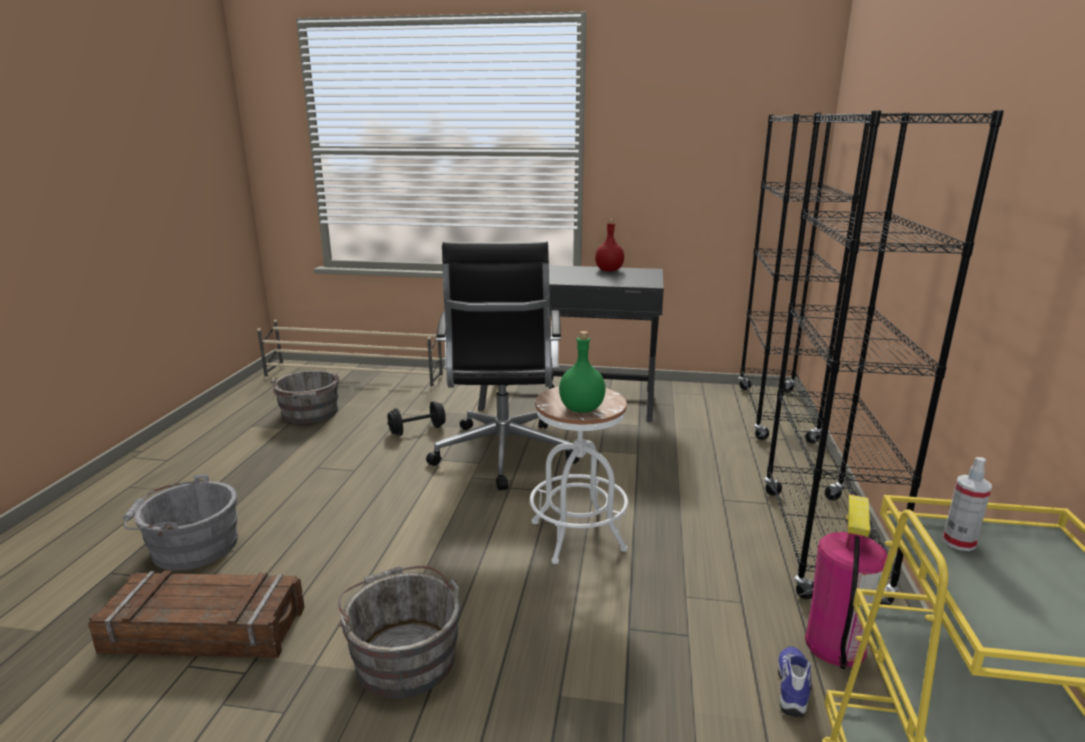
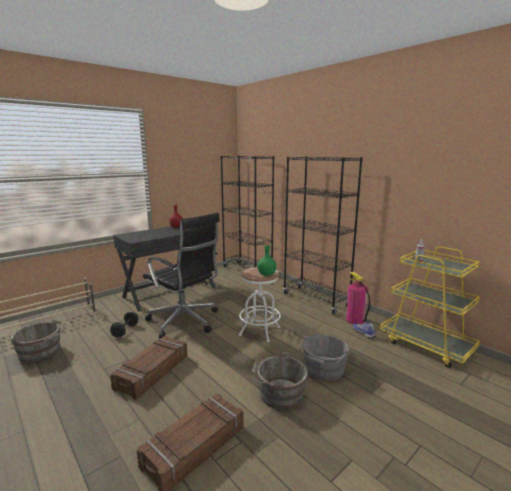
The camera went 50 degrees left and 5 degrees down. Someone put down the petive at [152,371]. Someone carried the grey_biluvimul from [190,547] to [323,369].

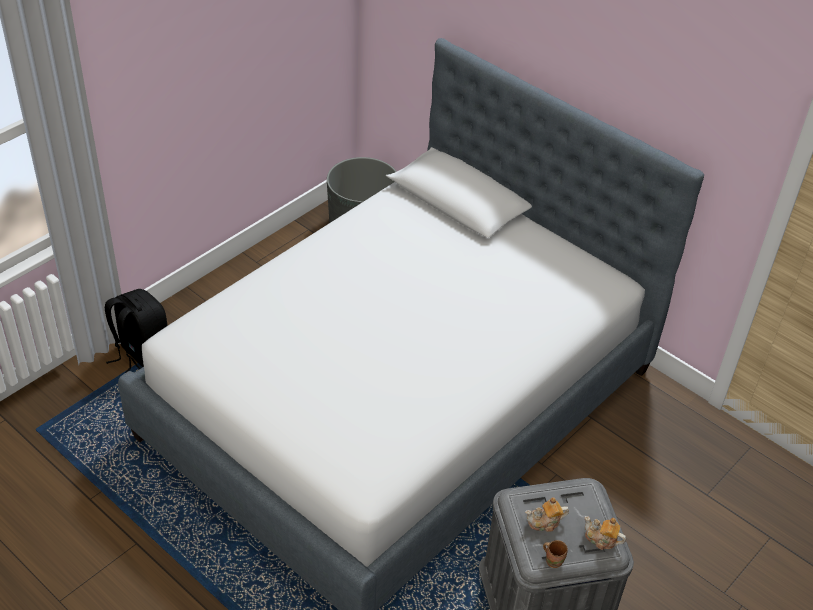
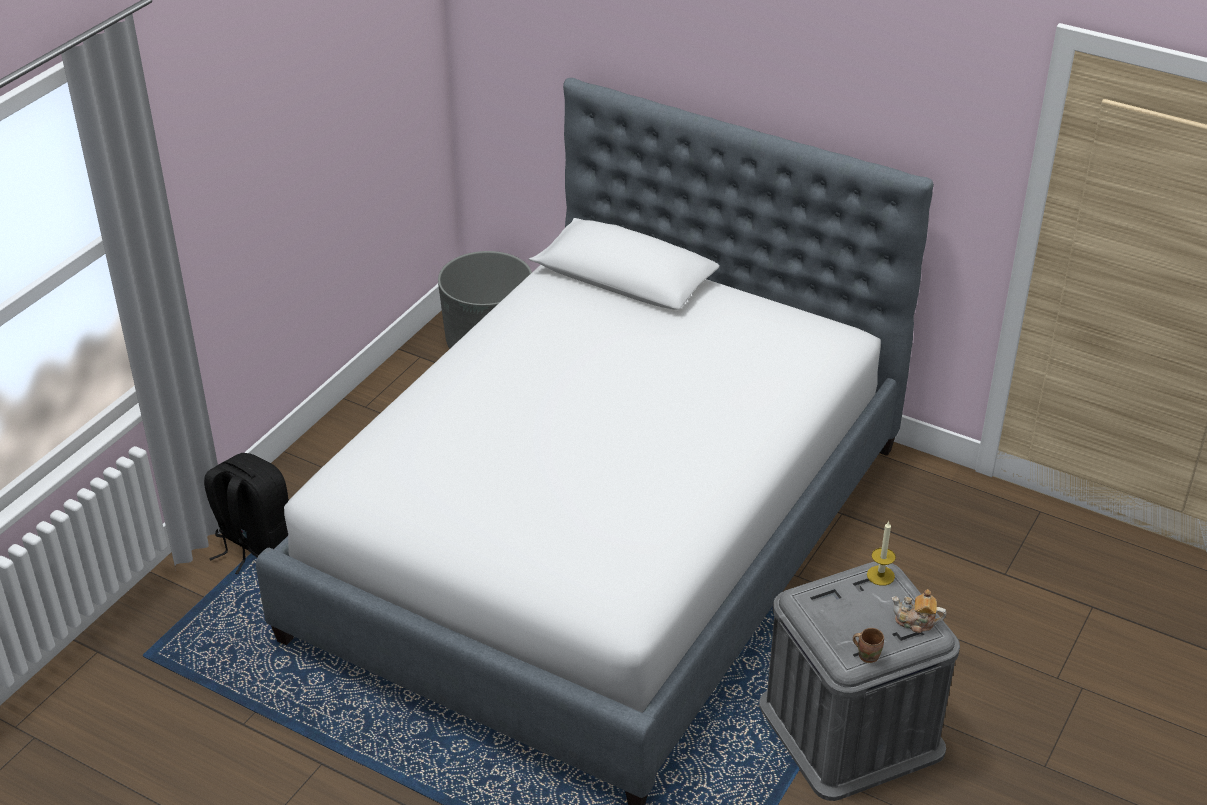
The camera went 10 degrees left and 5 degrees down. Someone took away the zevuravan at [545,522]. Someone put down the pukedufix at [880,575].

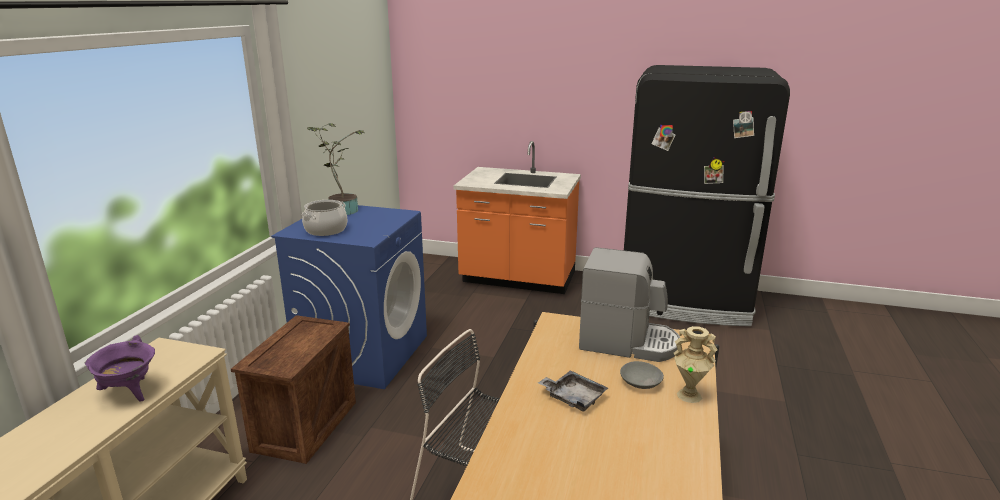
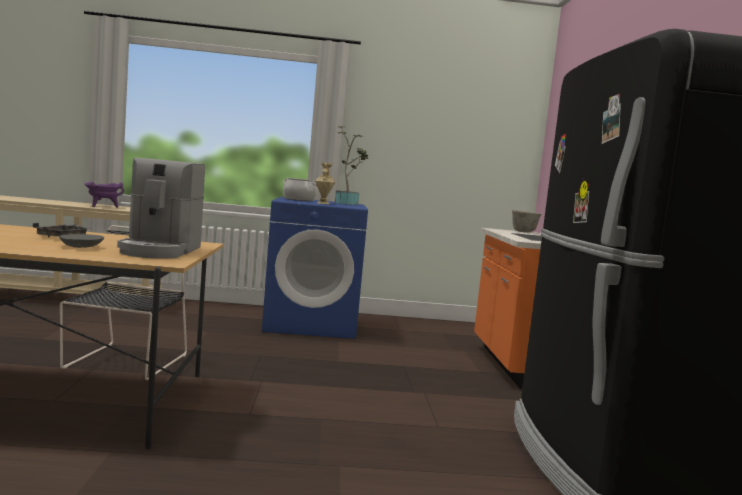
The camera went 70 degrees right and 15 degrees down. Someone took away the petive at [305,425]. Someone put down the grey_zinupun at [524,232]. Someone carried the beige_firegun from [689,395] to [323,203].

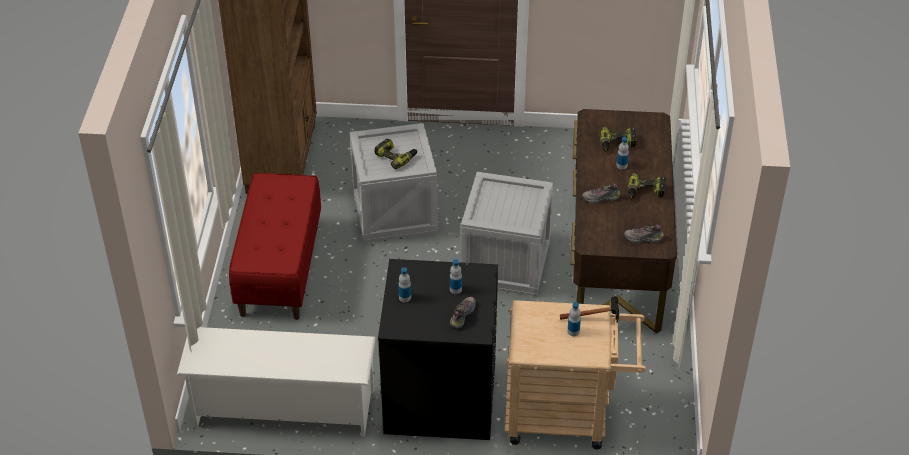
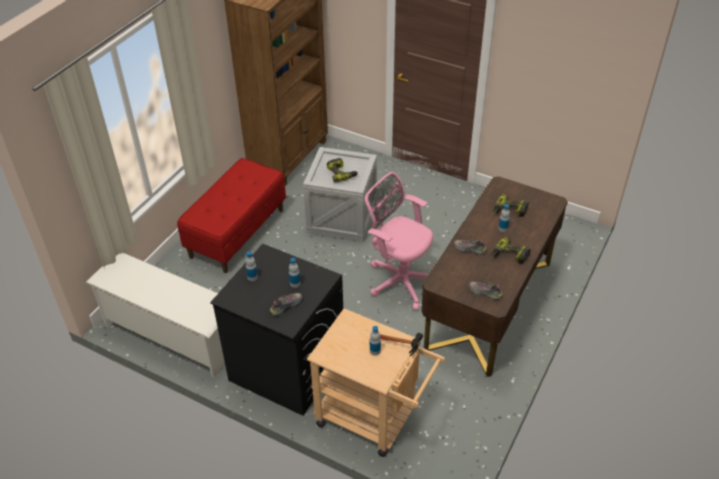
The camera went 25 degrees right and 0 degrees up. Someone swapped the petive at [505,262] for the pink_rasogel at [399,280].

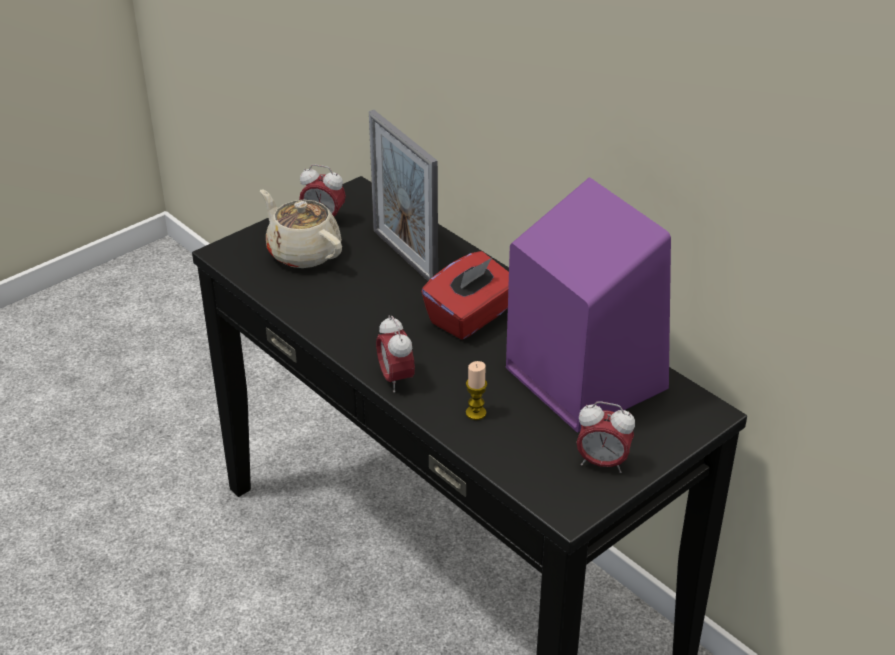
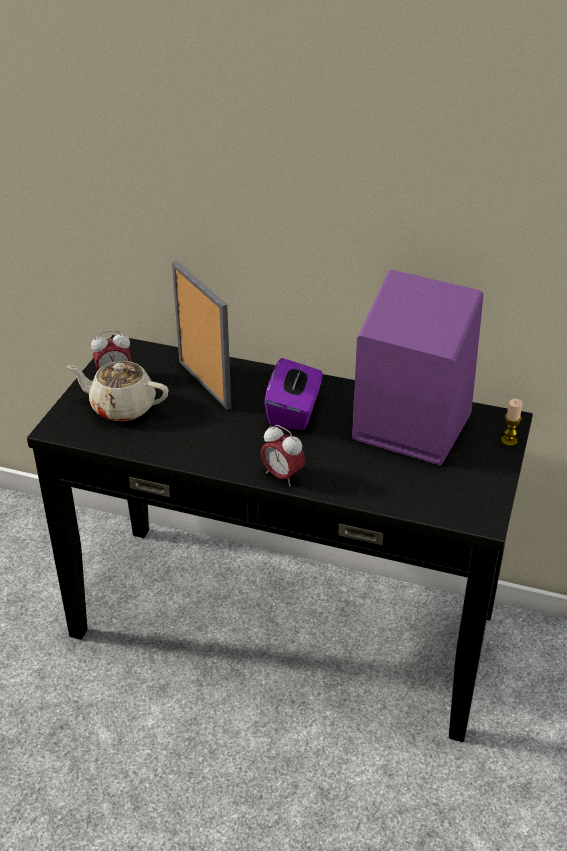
The camera went 30 degrees left and 0 degrees up. Someone took away the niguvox at [602,463]. Someone carried the pukedufix from [476,413] to [509,441]. Someone repainted the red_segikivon at [470,317], which became the purple_segikivon at [294,412]. Someone rotated the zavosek at [404,256] by 150 degrees counterclockwise.

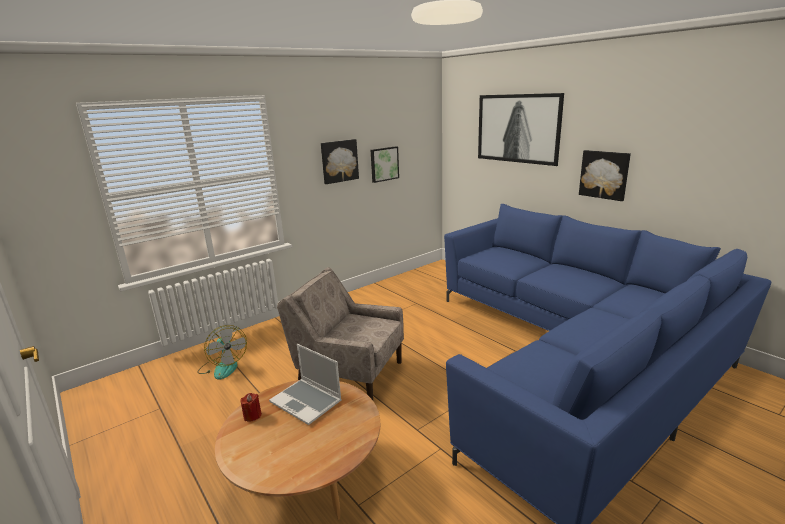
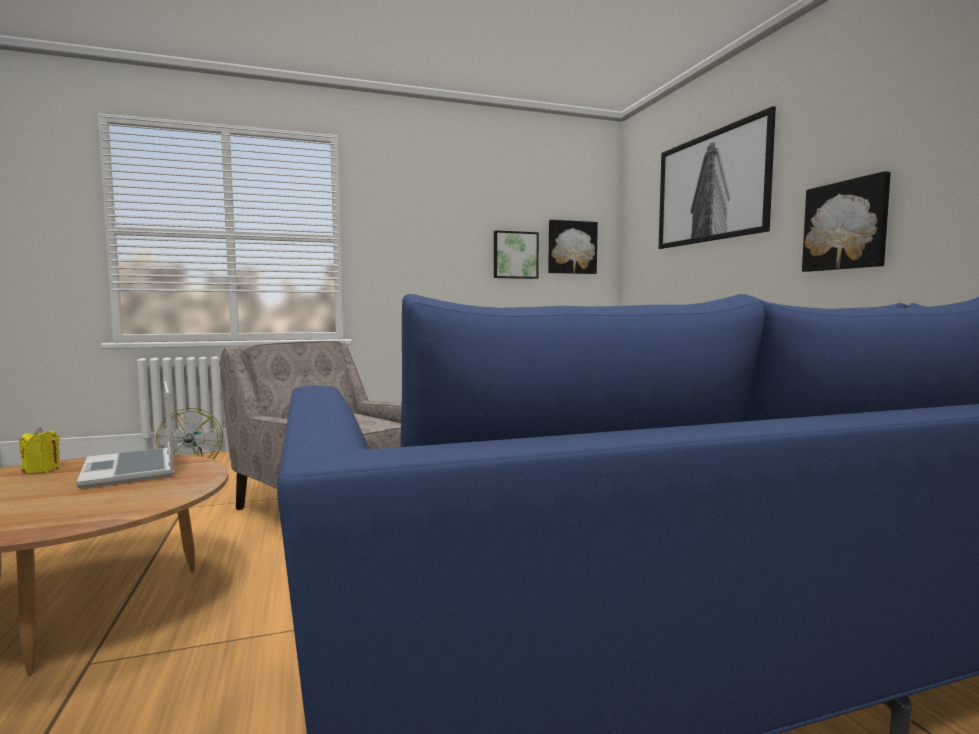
The camera went 20 degrees right and 15 degrees down. Someone carried the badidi from [339,161] to [571,247]. Someone repainted the red_pukedufix at [252,415], which became the yellow_pukedufix at [41,469].

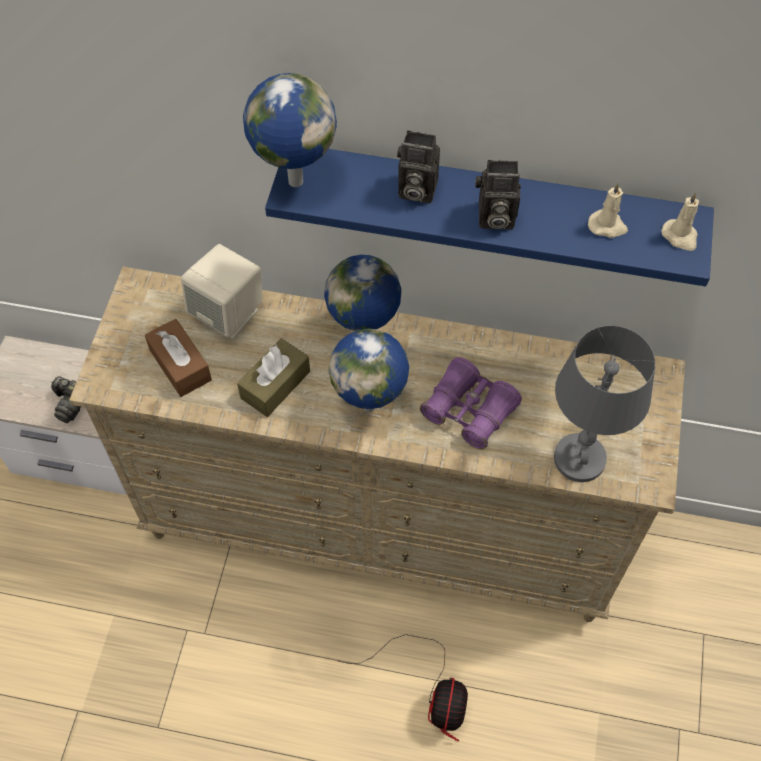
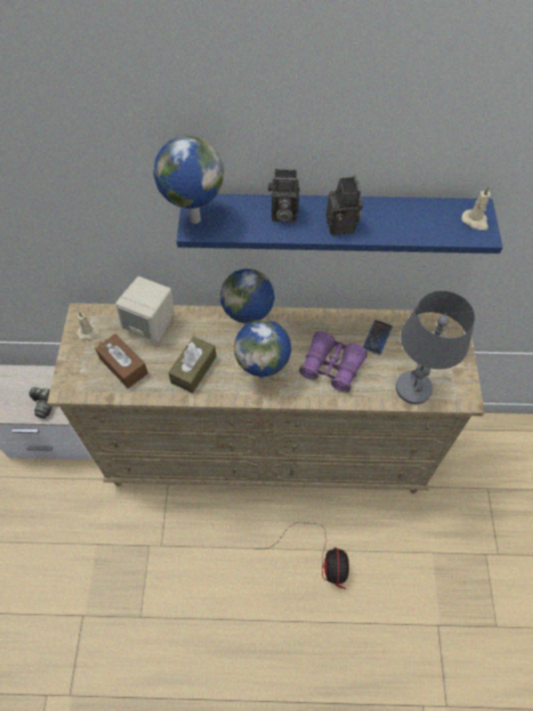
The camera went 10 degrees left and 0 degrees up. Someone put down the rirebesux at [377,337]. Someone carried the beige_pukedufix from [607,226] to [89,332]. Someone rotated the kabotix at [493,218] by 90 degrees counterclockwise.

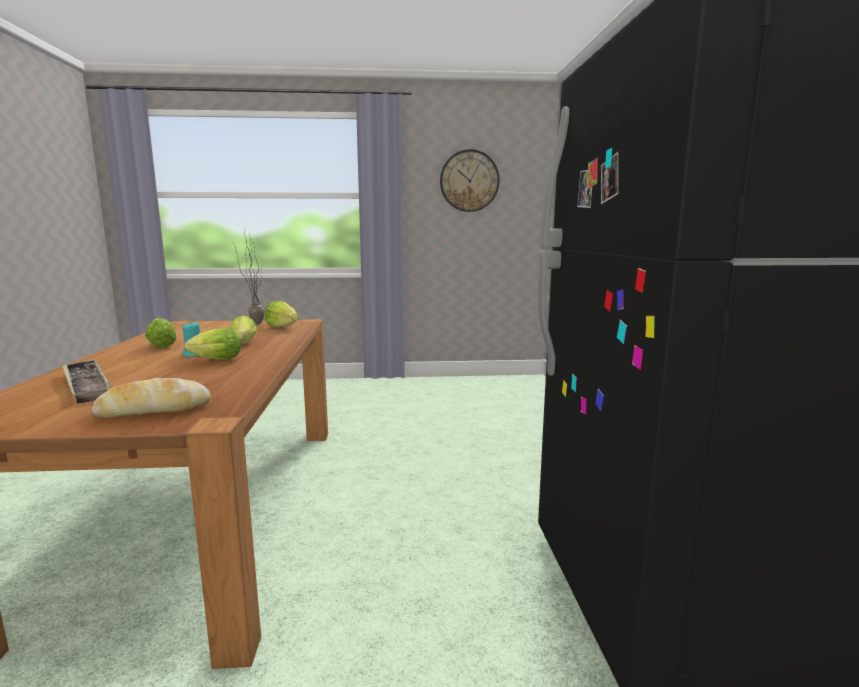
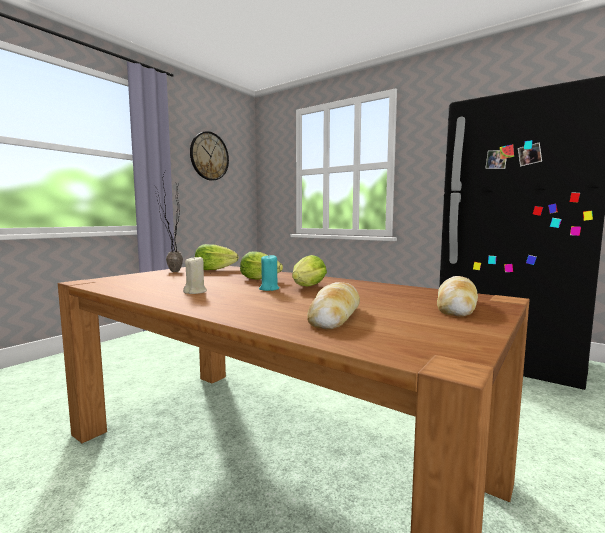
The camera went 50 degrees left and 5 degrees down. Someone swapped the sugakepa at [86,386] for the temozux at [334,315]. Someone swapped the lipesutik at [162,345] for the beige_pukedufix at [195,292].

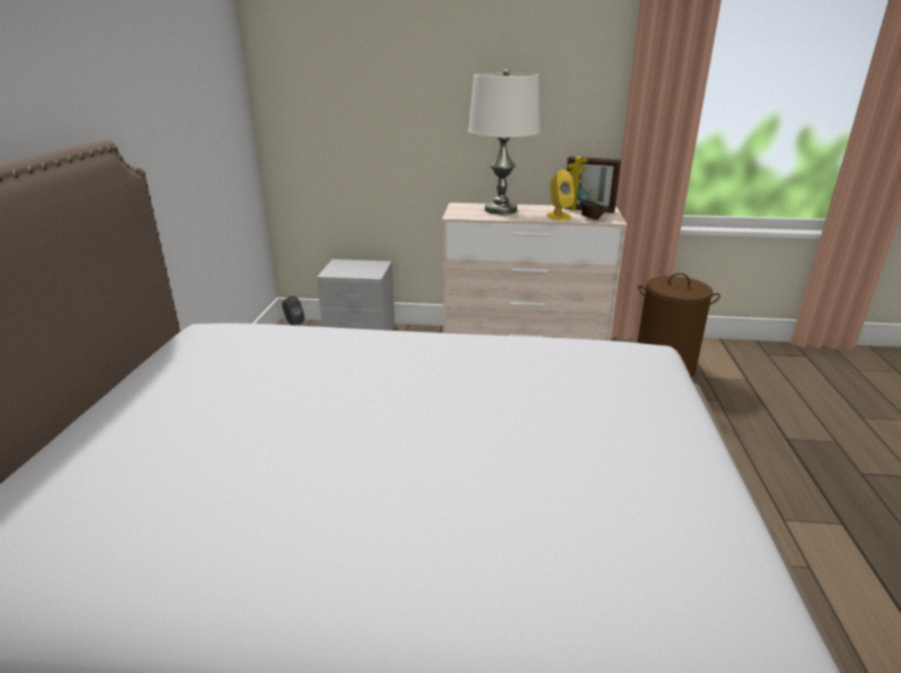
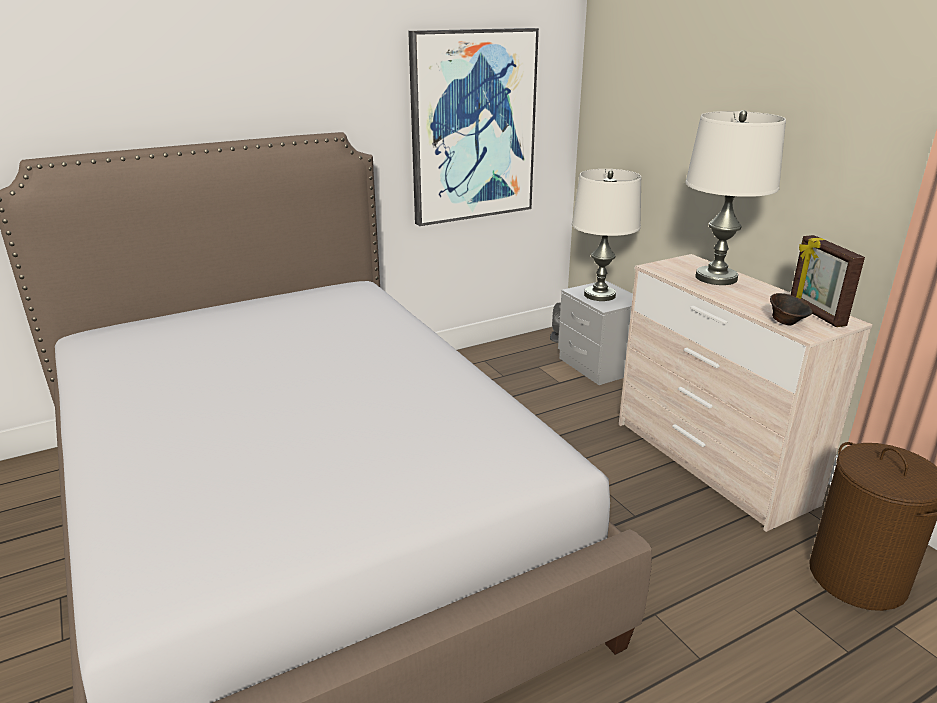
The camera went 55 degrees right and 0 degrees up. Someone took away the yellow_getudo at [558,216]. Someone put up the badidi at [472,127]. Someone put down the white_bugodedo at [599,295].

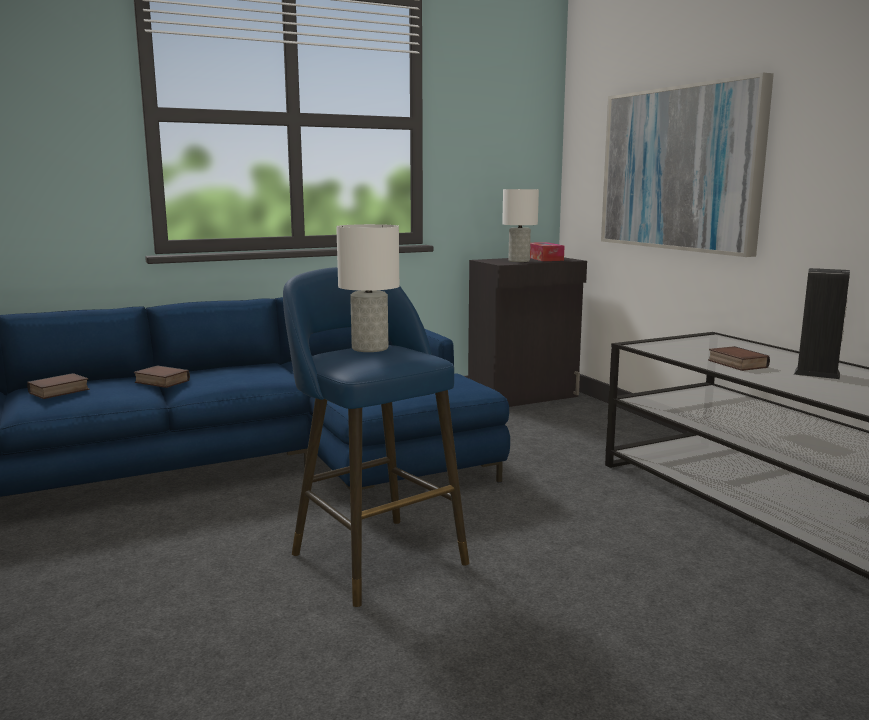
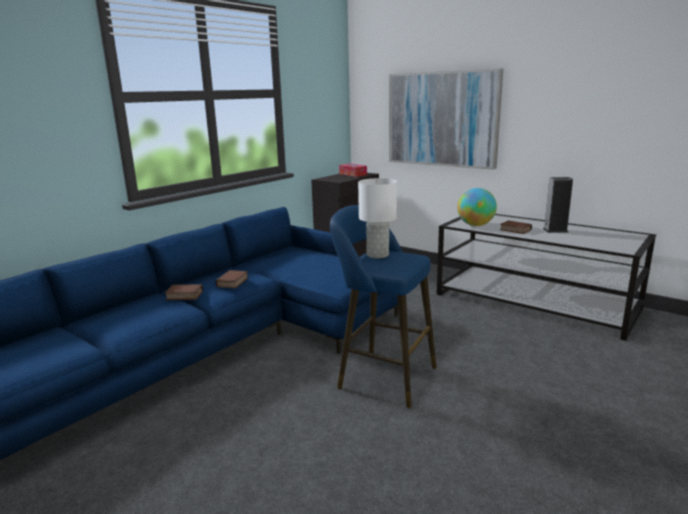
The camera went 25 degrees left and 5 degrees up. Someone took away the white_bugodedo at [519,261]. Someone put down the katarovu at [475,225]. Someone carried the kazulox from [59,391] to [233,282].

